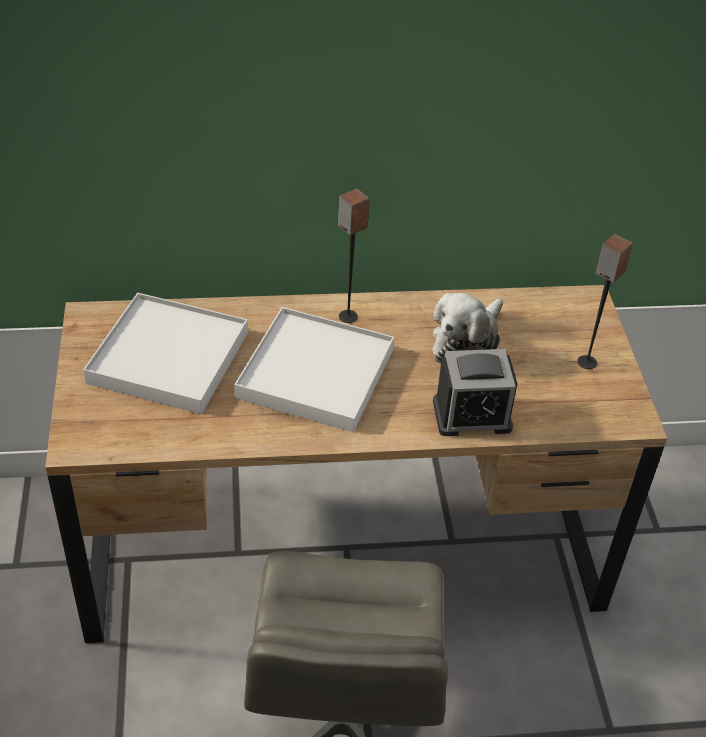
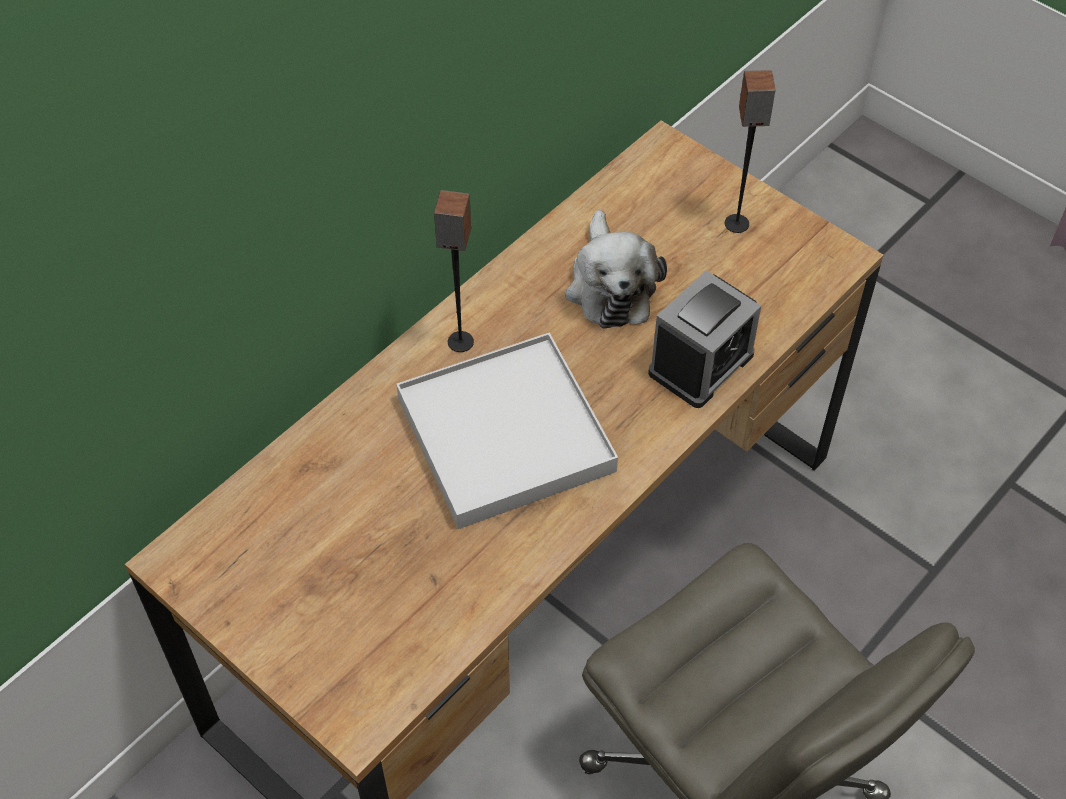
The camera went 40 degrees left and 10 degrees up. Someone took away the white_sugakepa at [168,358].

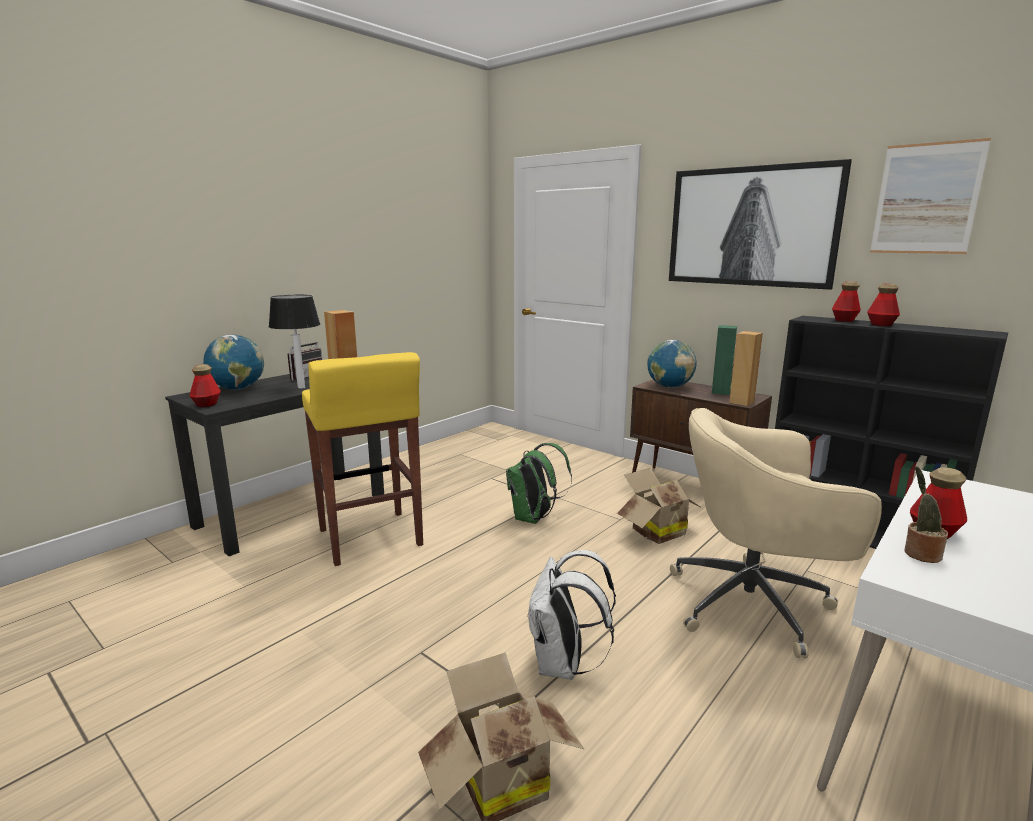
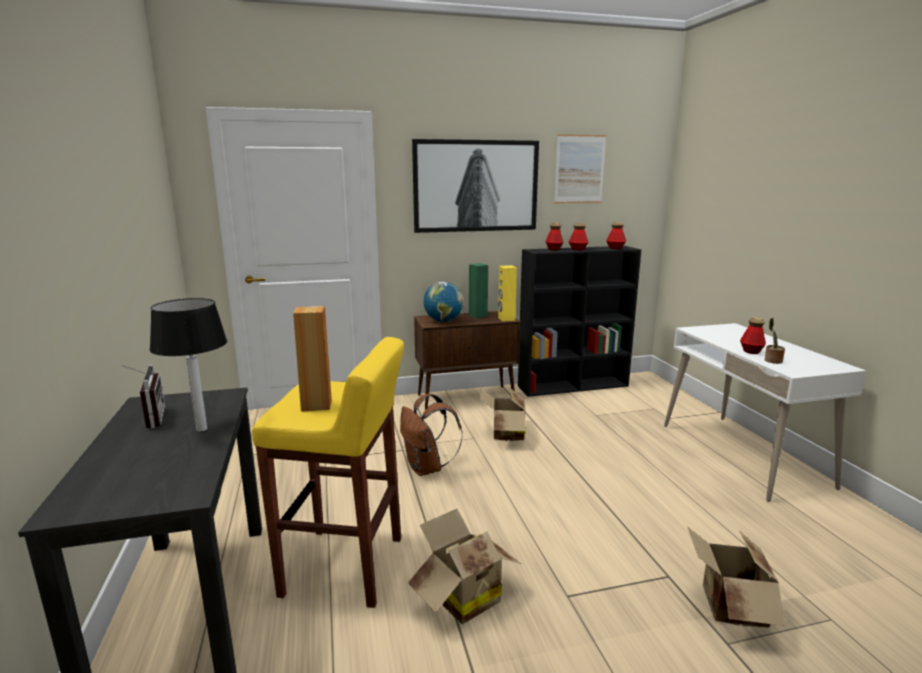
The camera went 55 degrees left and 0 degrees up. Someone took away the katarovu at [238,389]. Someone took away the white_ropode at [563,665]. Someone took away the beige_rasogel at [753,604]. Someone put down the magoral at [461,597]. Someone carried the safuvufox from [207,404] to [615,248]. Someone repainted the green_ropode at [534,518], which became the brown_ropode at [427,468]. Someone repainted the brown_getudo at [741,402], which became the yellow_getudo at [506,319].

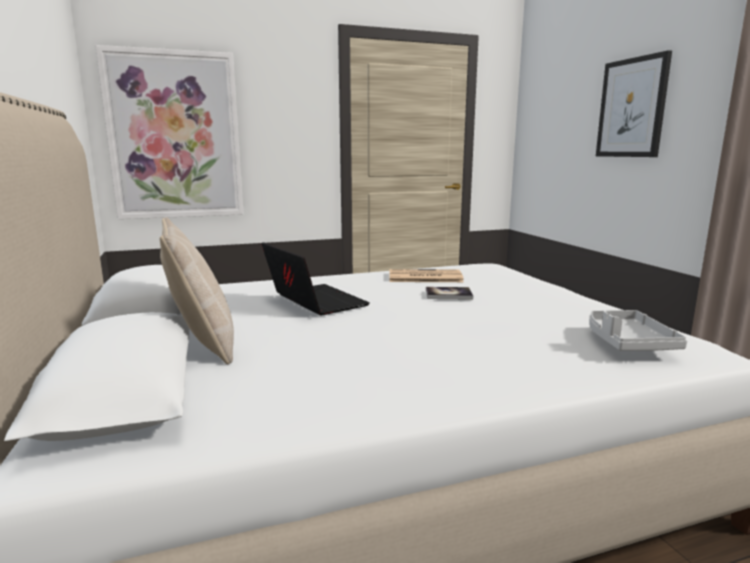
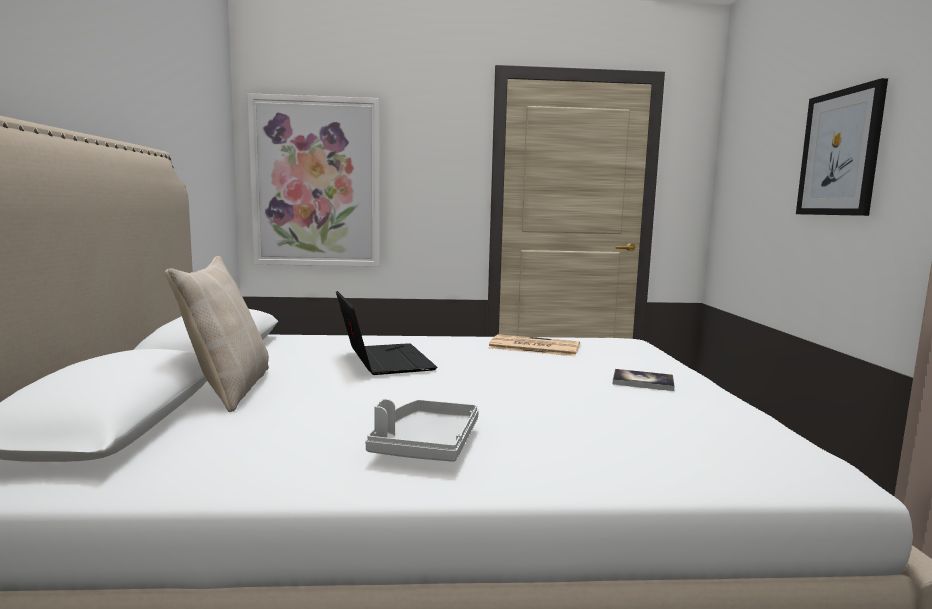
The camera went 15 degrees right and 5 degrees down. Someone carried the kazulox from [448,294] to [643,381]. Someone carried the grey_sugakepa from [627,342] to [425,445].

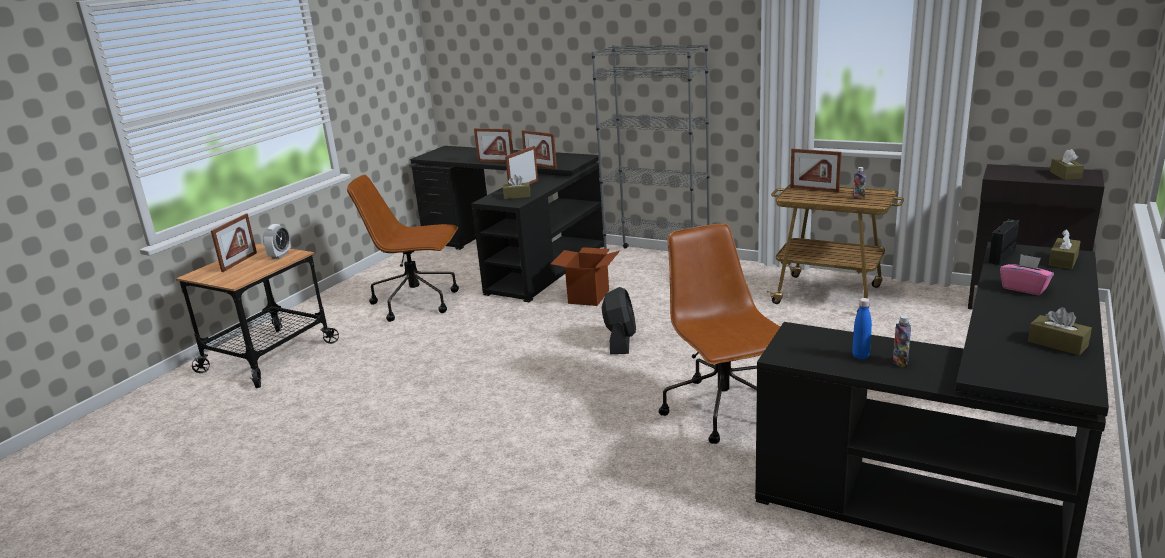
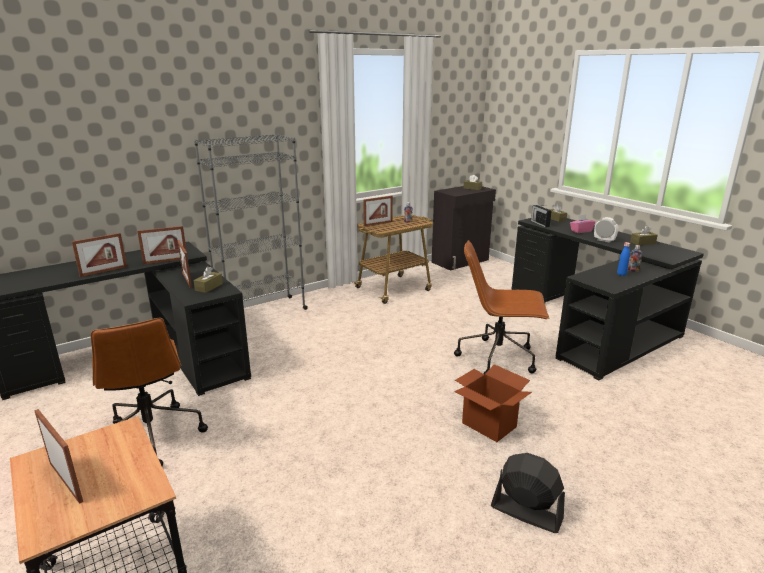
The camera went 65 degrees left and 0 degrees up. Someone carried the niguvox from [280,255] to [604,240]. Someone carried the magoral from [588,296] to [488,425]. Someone carried the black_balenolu from [620,341] to [526,512]. Someone rotated the brown_rasogel at [417,302] by 60 degrees counterclockwise.

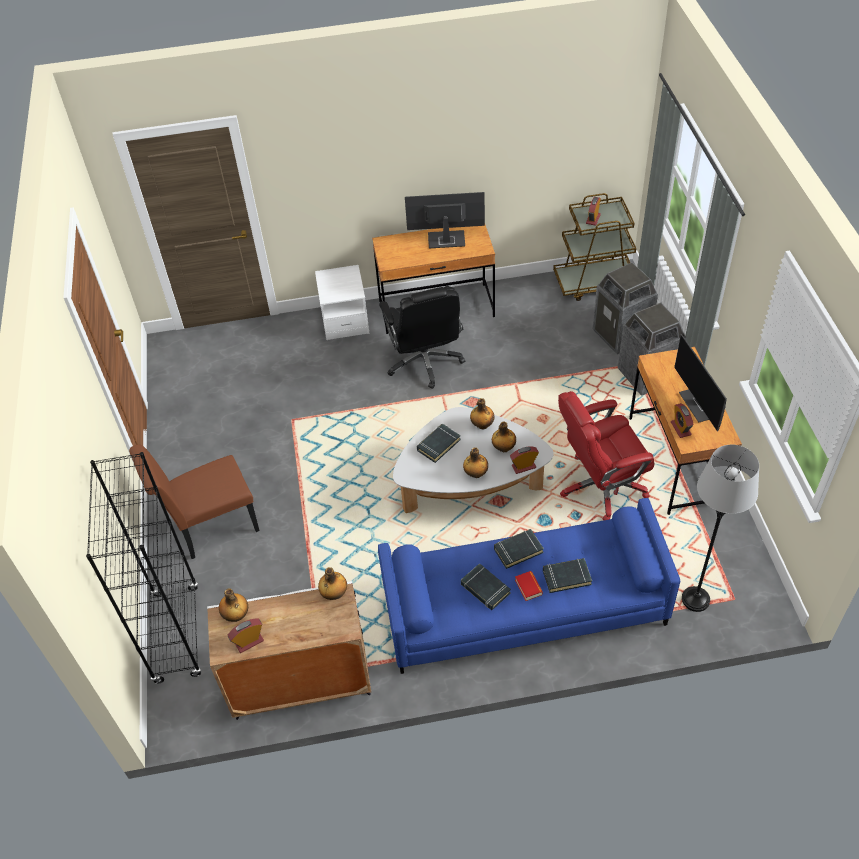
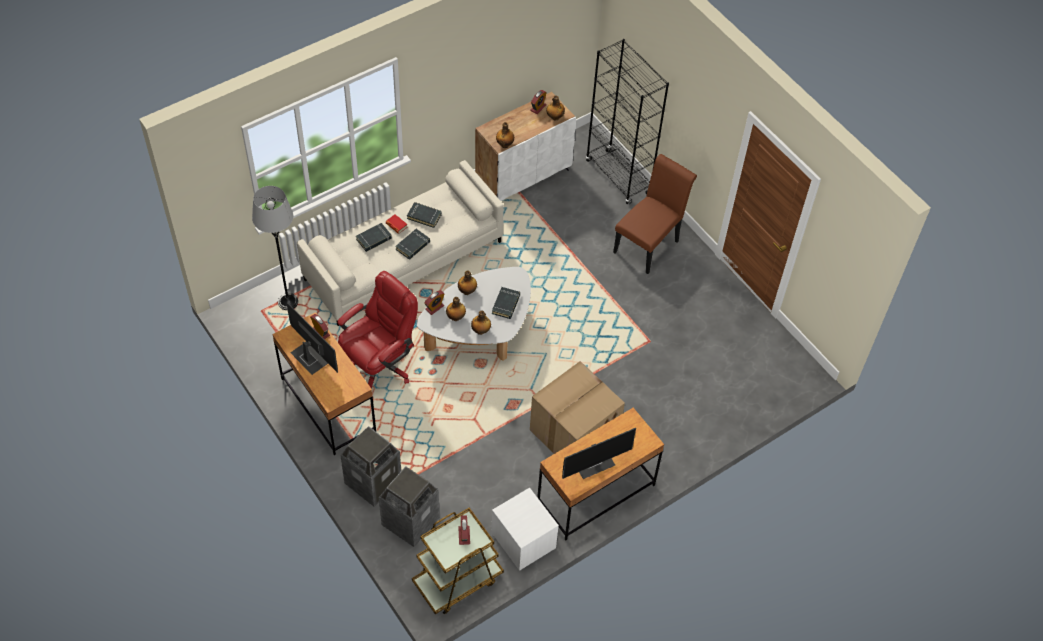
The camera went 150 degrees right and 5 degrees up. Someone carried the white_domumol from [345,321] to [523,541]. Someone swapped the black_rasogel at [425,362] for the magoral at [574,431]. Someone repainted the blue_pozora at [523,608], which became the beige_pozora at [404,260].

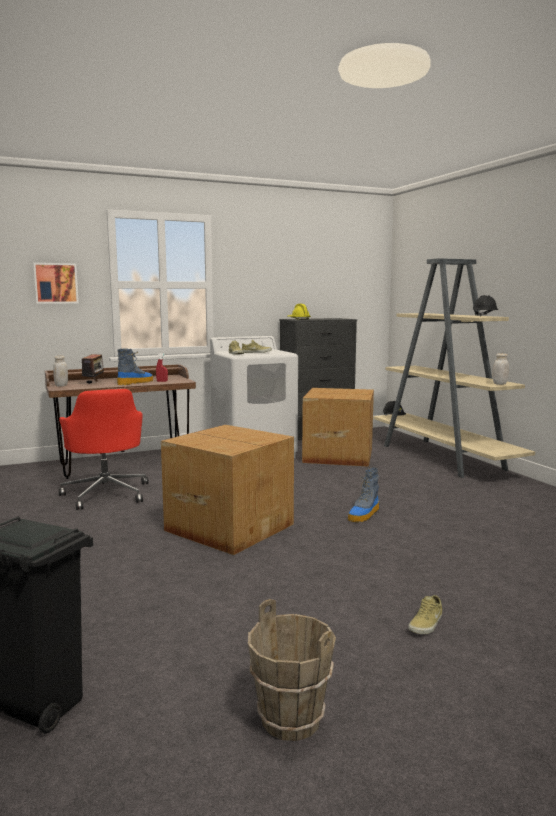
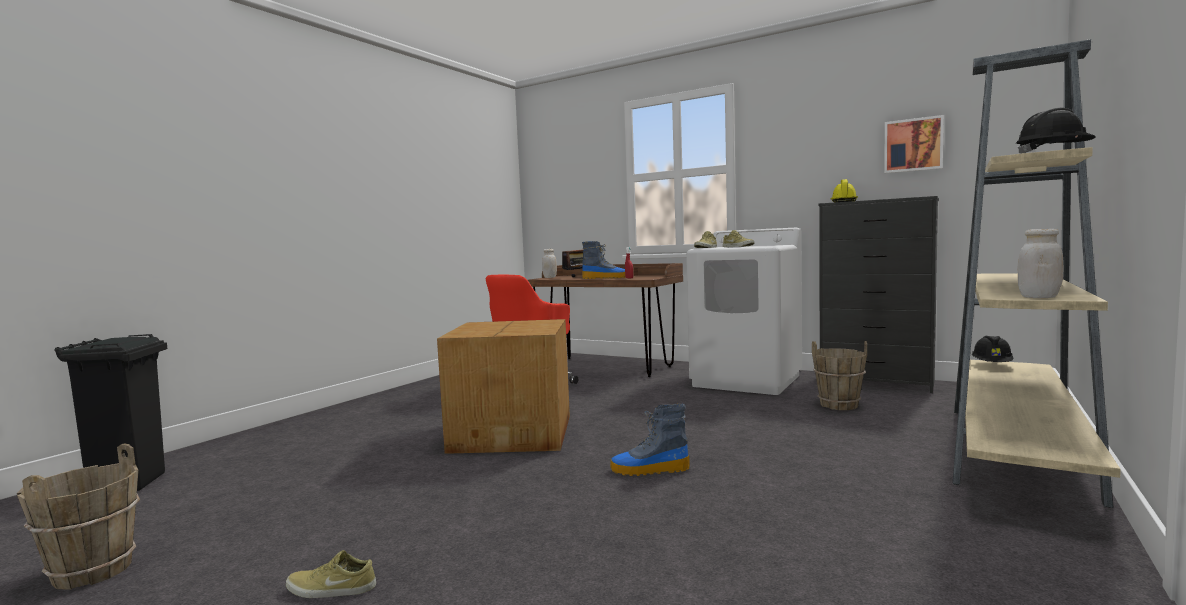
The camera went 55 degrees right and 5 degrees down. Someone carried the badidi from [56,283] to [913,145]. Someone swapped the magoral at [337,455] for the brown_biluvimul at [838,405].

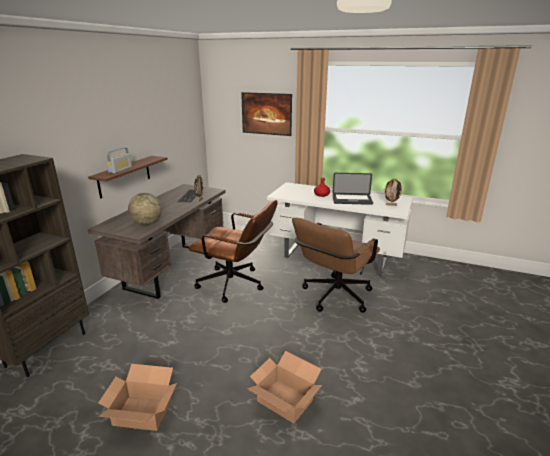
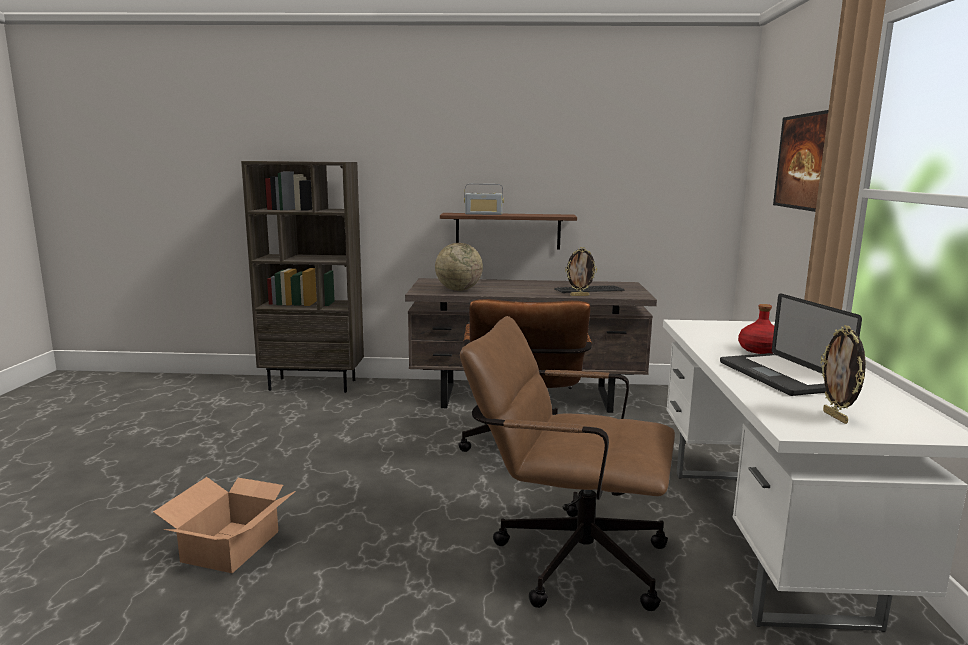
The camera went 70 degrees right and 10 degrees down. Someone took away the magoral at [142,412].

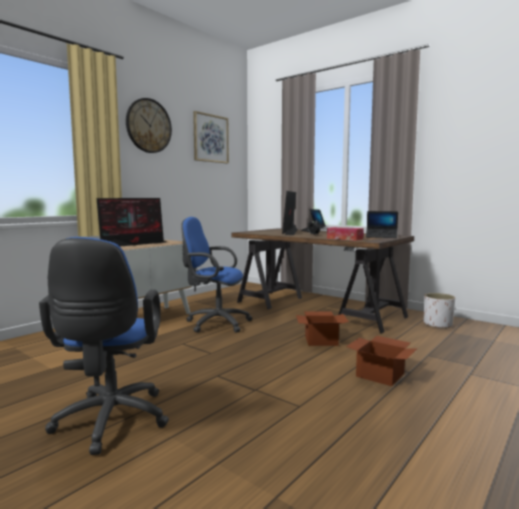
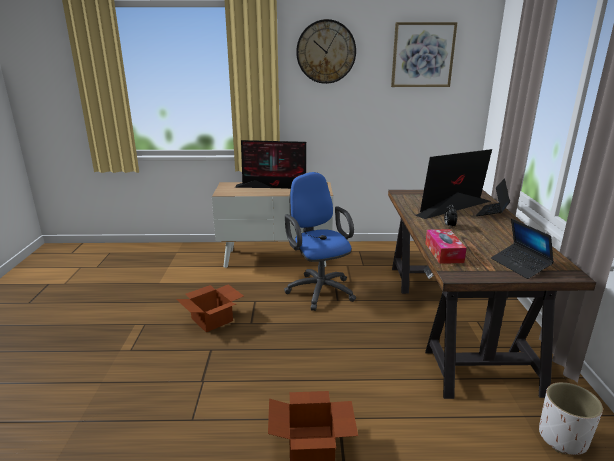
The camera went 50 degrees right and 15 degrees up. Someone took away the blue_rasogel at [110,423]. Someone carried the magoral from [321,340] to [213,319].

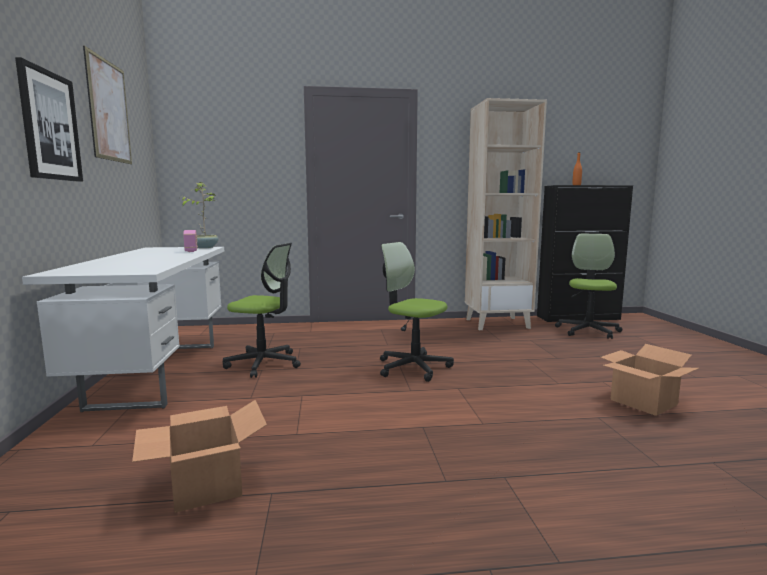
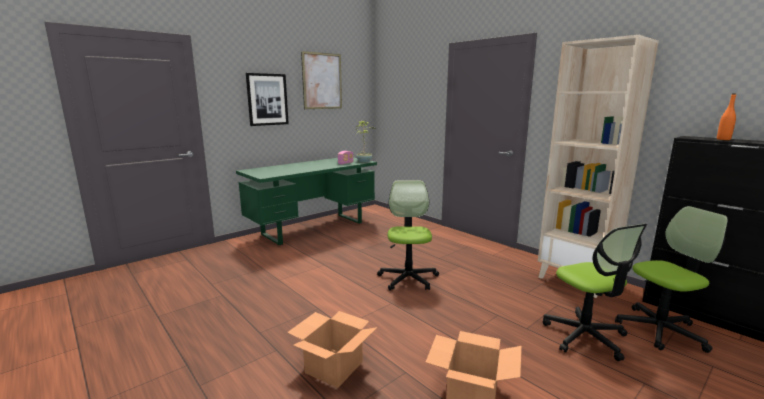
The camera went 55 degrees right and 5 degrees up. Someone carried the magoral from [207,486] to [334,368]. Someone carried the rasogel from [264,363] to [585,336]. Someone repainted the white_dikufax at [158,373], which became the green_dikufax at [313,228].

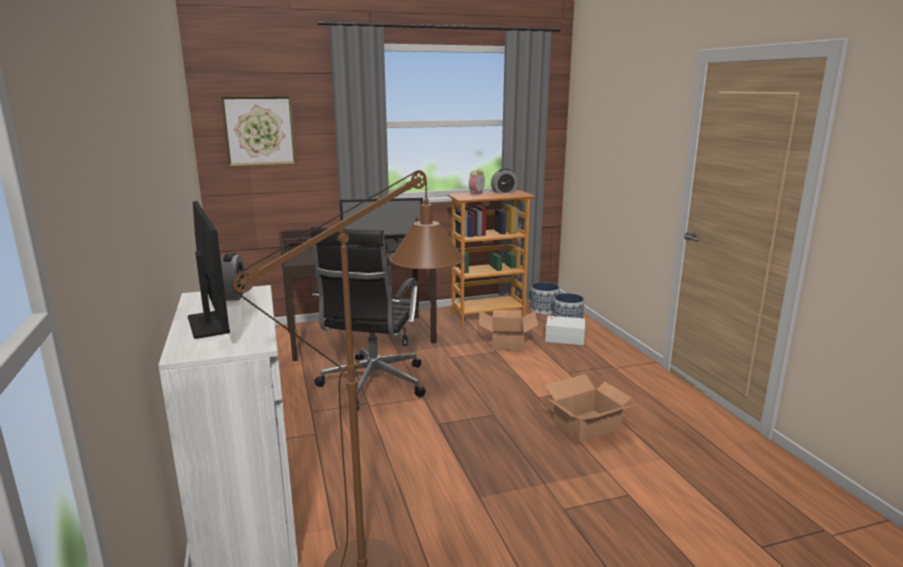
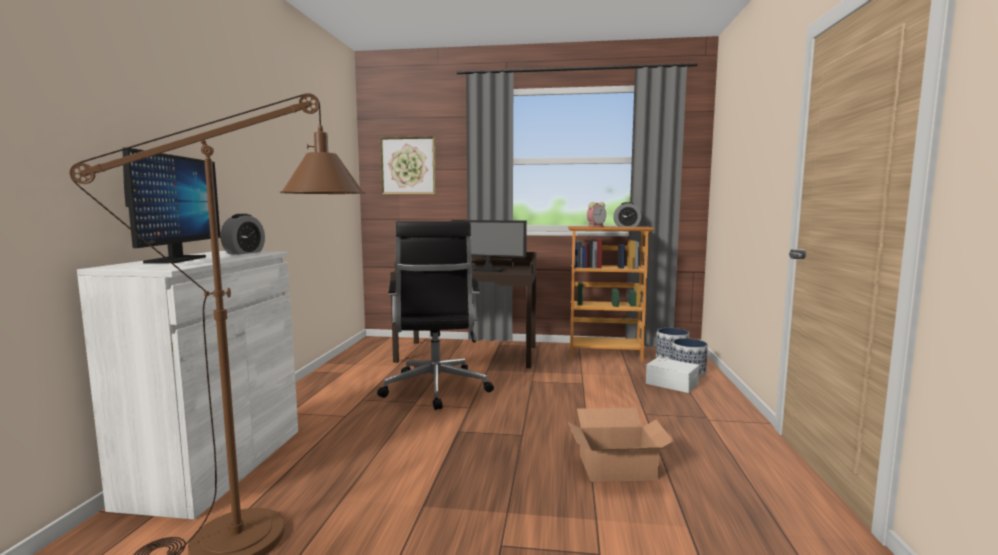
The camera went 25 degrees right and 10 degrees down. Someone took away the magoral at [507,342]. Someone rotated the black_rasogel at [372,385] by 45 degrees counterclockwise.

